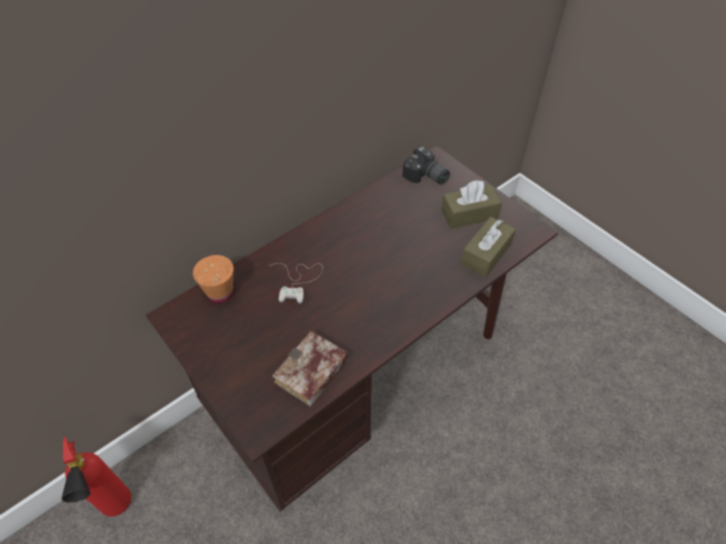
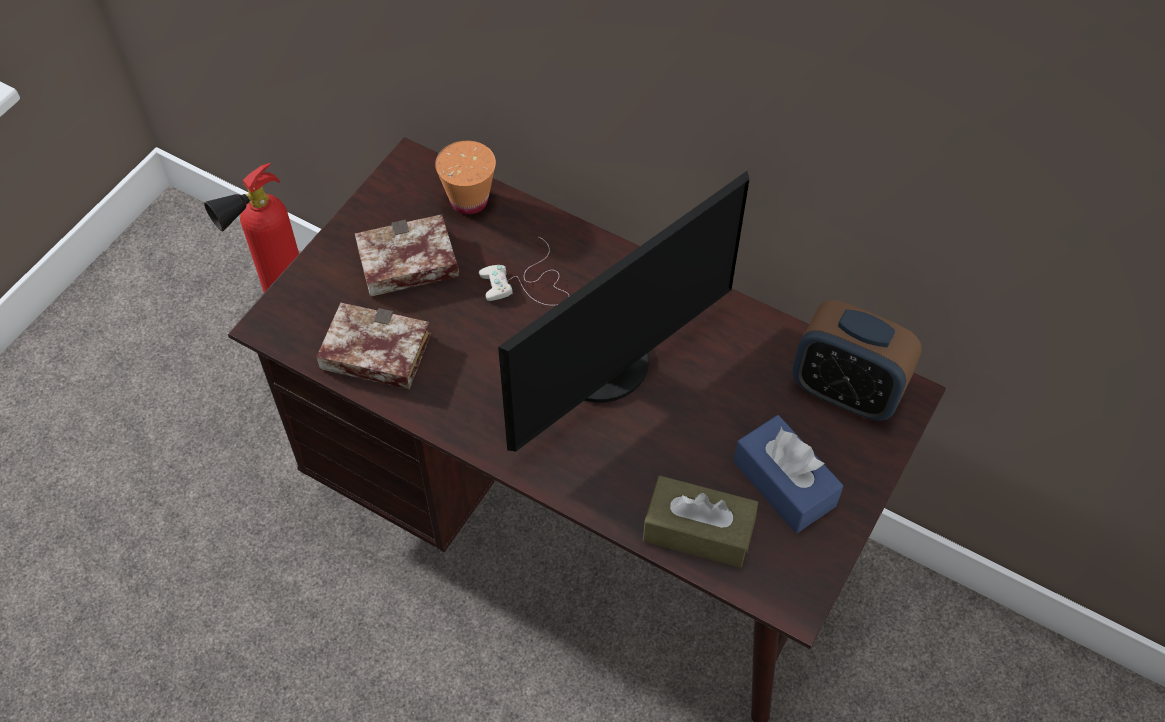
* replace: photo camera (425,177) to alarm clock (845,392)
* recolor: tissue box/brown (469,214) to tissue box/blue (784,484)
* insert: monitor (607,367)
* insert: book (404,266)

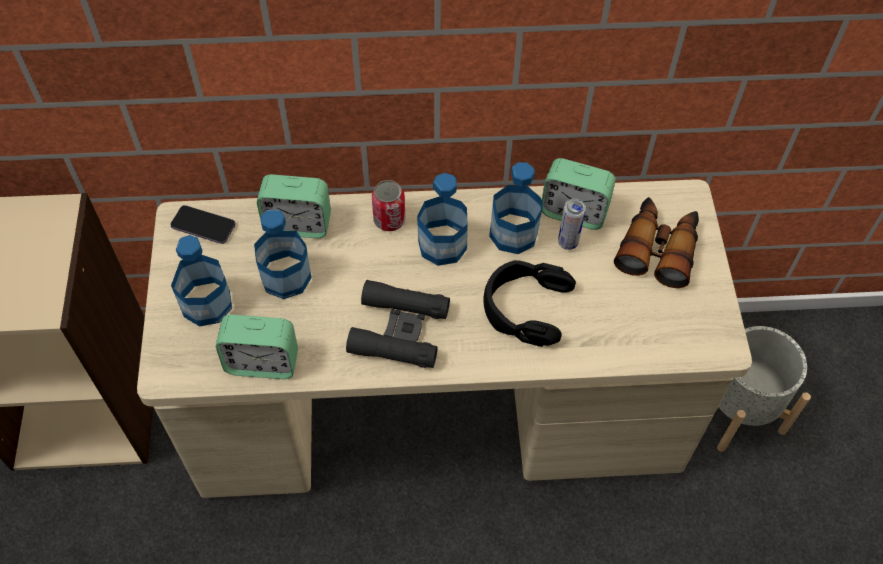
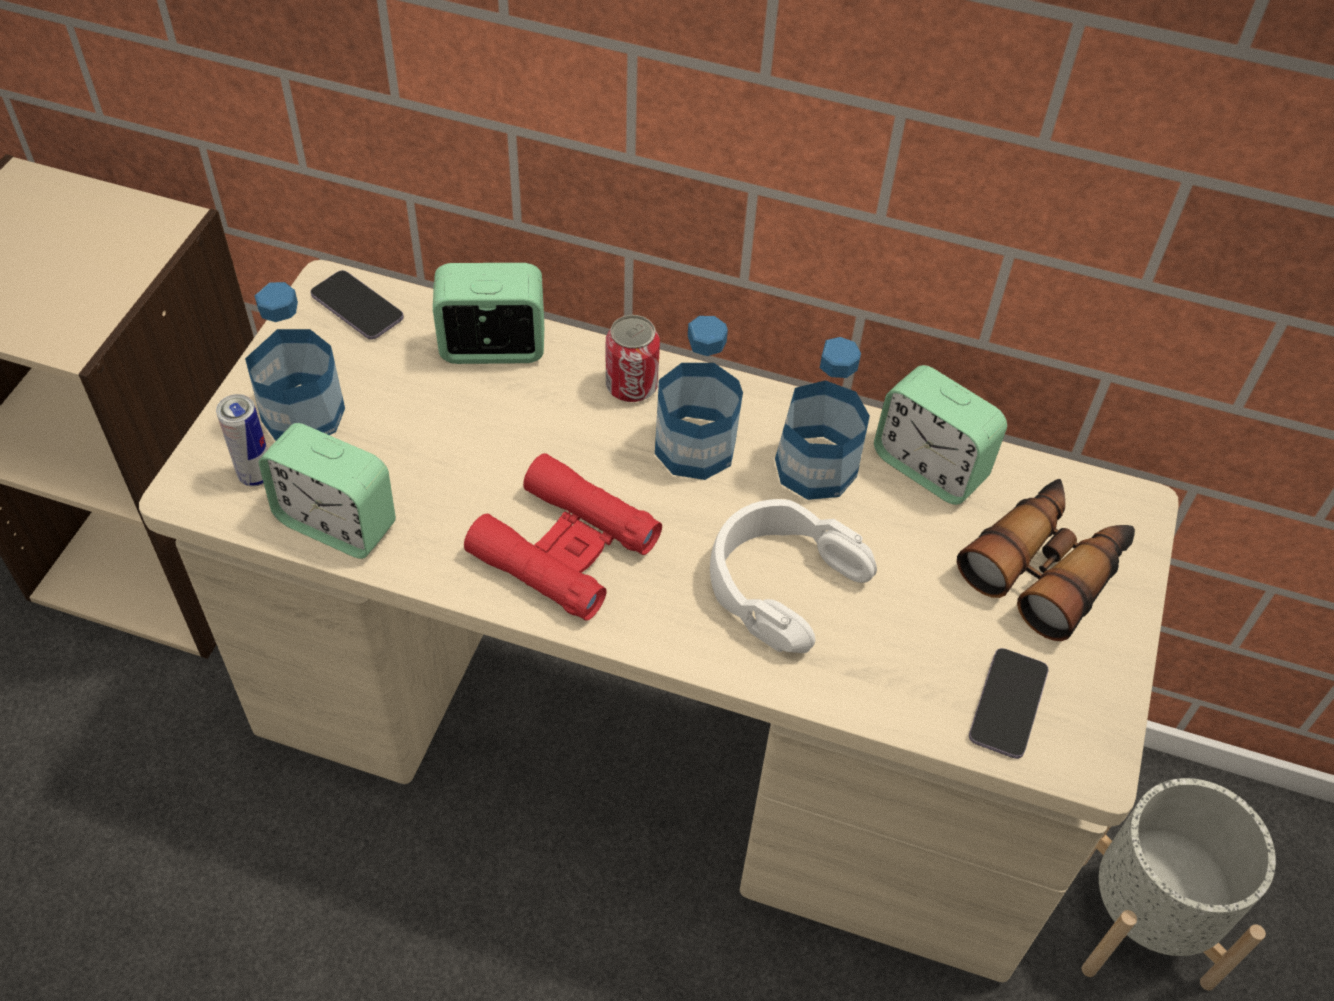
* rotate: alarm clock (298,224) = (493,348) 150 degrees clockwise
* move: can (568,243) to (256,475)
* delete: bottle (286,277)
* recolor: headphones/black (525,307) to headphones/white (780,583)
* recolor: binoculars/black (399,330) to binoculars/red (565,548)
* insert: phone (1007,704)

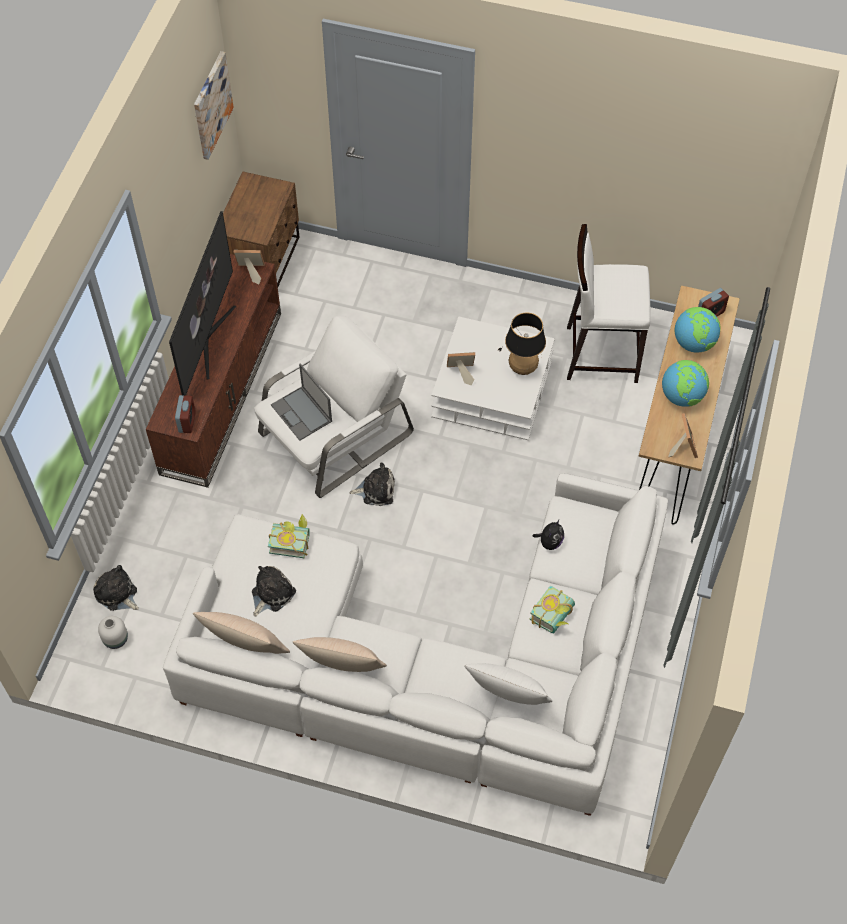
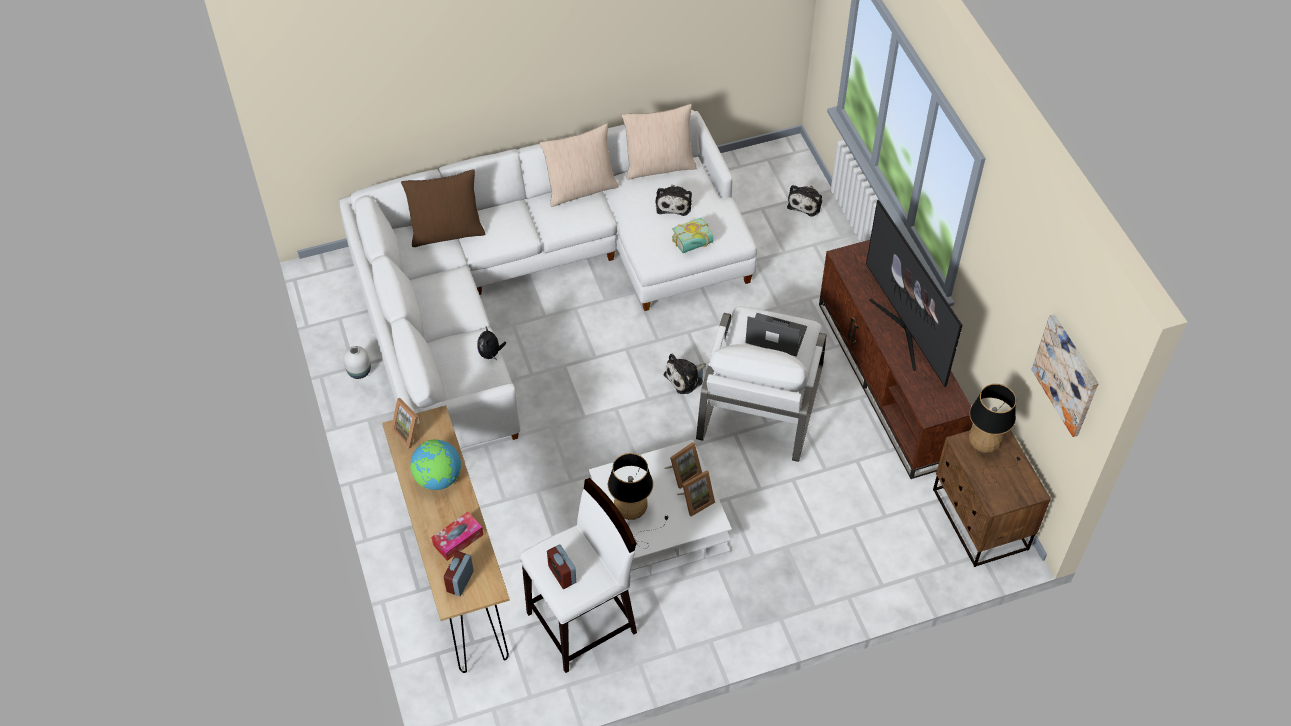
* move: picture frame (250,272) to (695,501)
* replace: globe (694,343) to tissue box (458,540)
* move: alarm clock (187,422) to (562,574)
* rotate: plush toy (117,594) = (806,203) 105 degrees clockwise
* delete: book (555,617)
* move: vase/white (115,638) to (360,371)
* recolor: pillow/white (507,699) to pillow/brown (447,232)
* insert: table lamp (985,450)

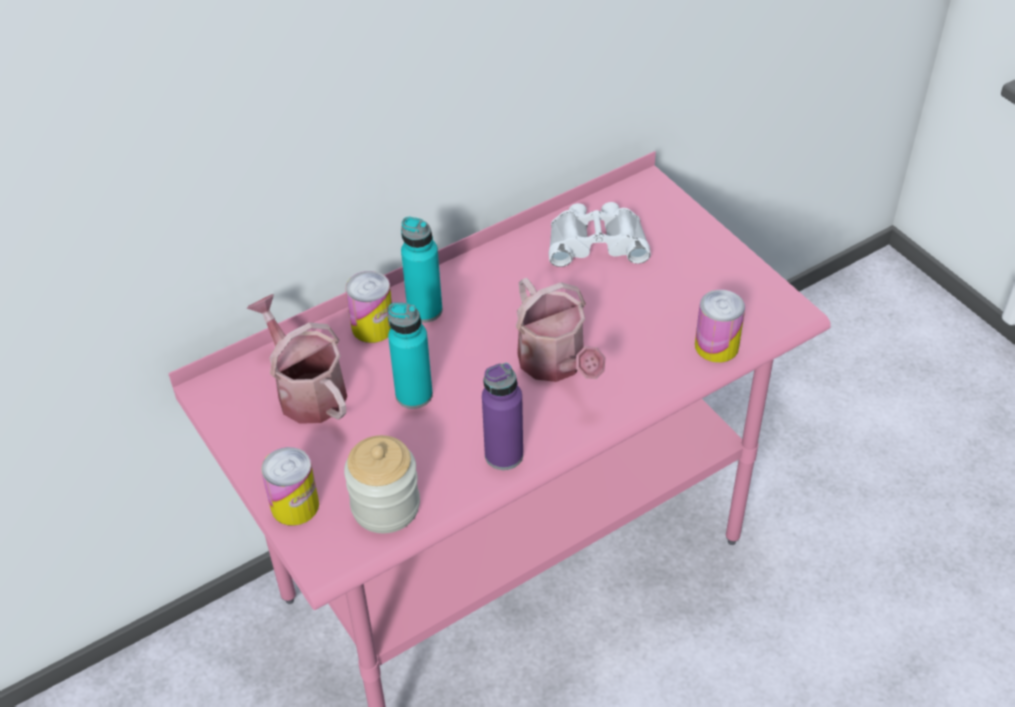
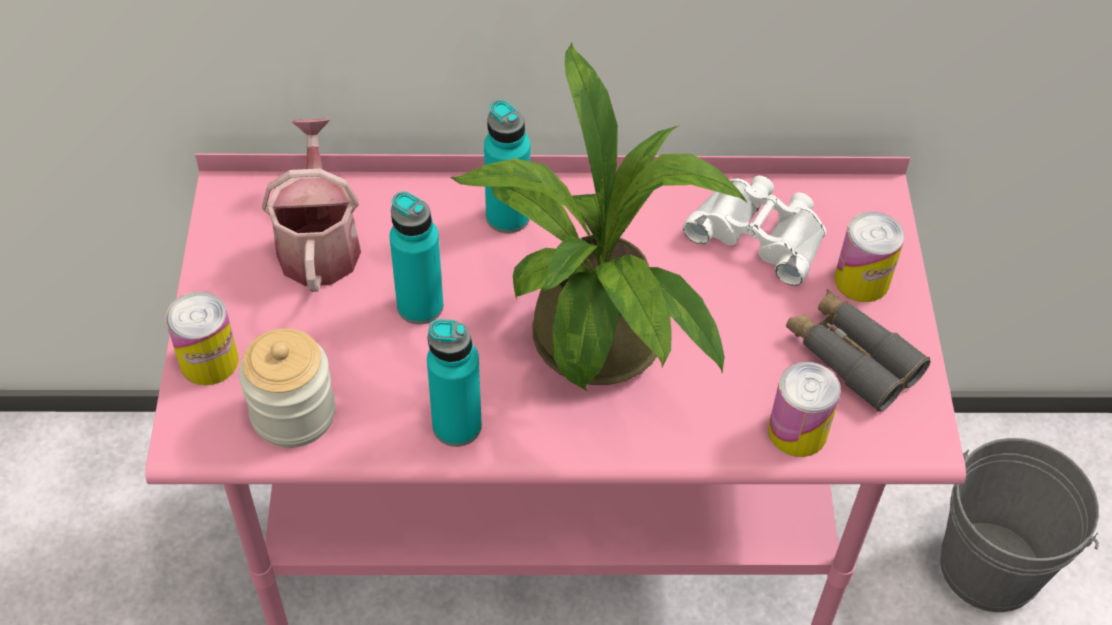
* move: can (373,327) to (862,280)
* replace: watering can (556,364) to potted plant (596,353)
* recolor: bottle/purple (504,455) to bottle/turquoise (457,426)
* insert: binoculars/grey (851,357)
* insert: bucket/grey (989,566)

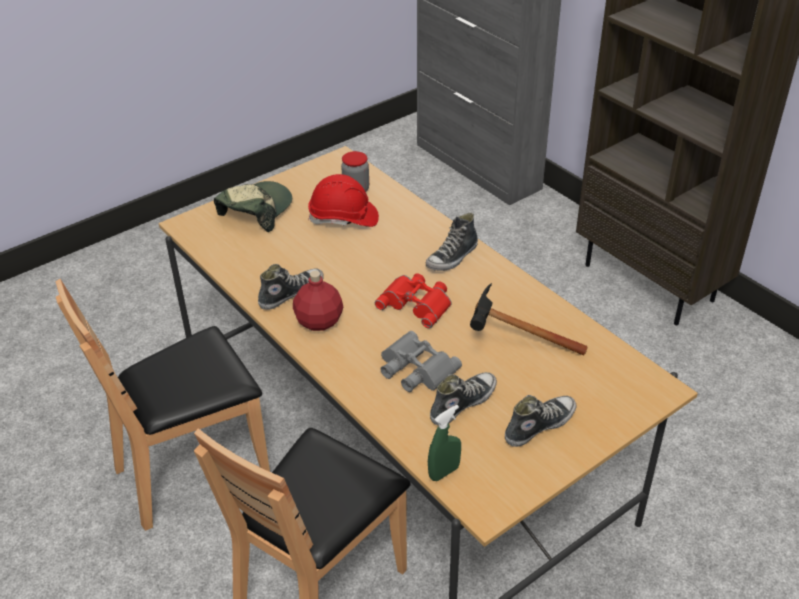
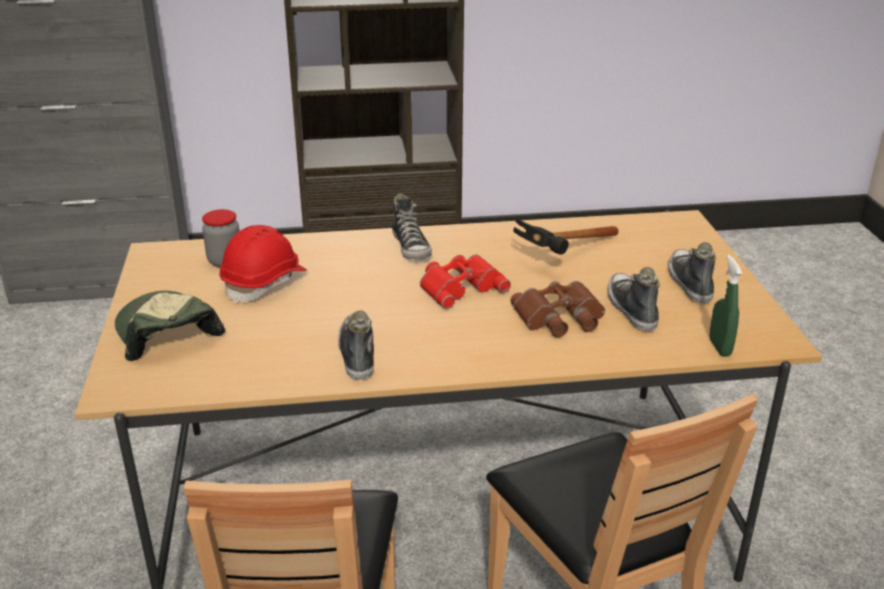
* delete: bottle/red (319,321)
* recolor: binoculars/grey (415,369) to binoculars/brown (560,317)

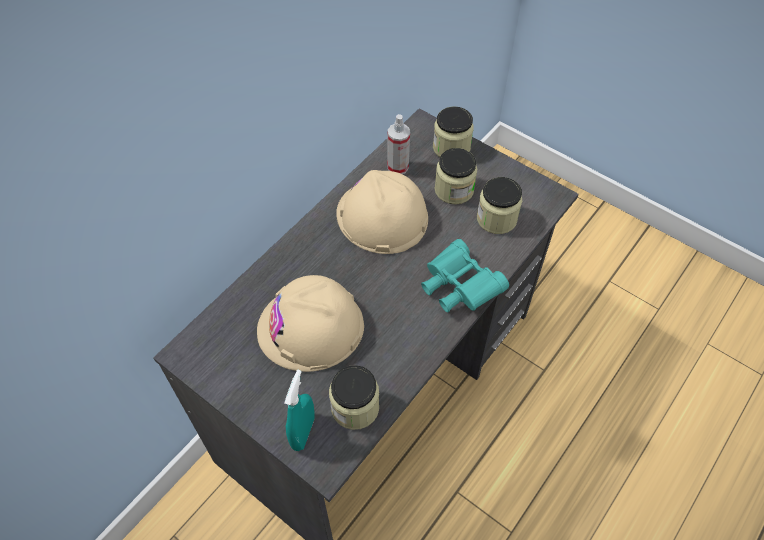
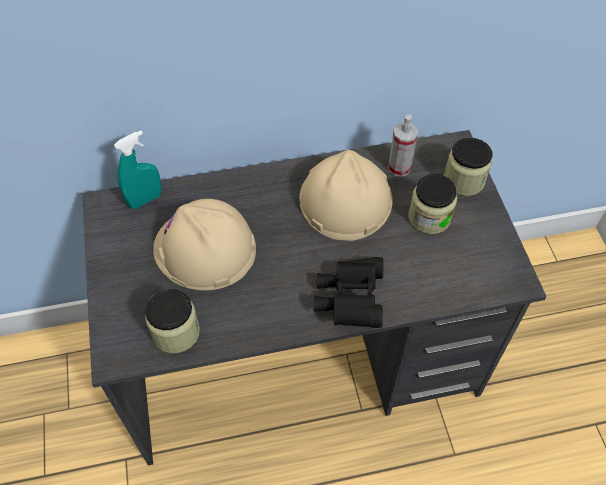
* delete: jar (496,218)
* recolor: binoculars/turquoise (458,287) to binoculars/black (350,300)
* move: spray bottle/turquoise (303,432) to (145,200)

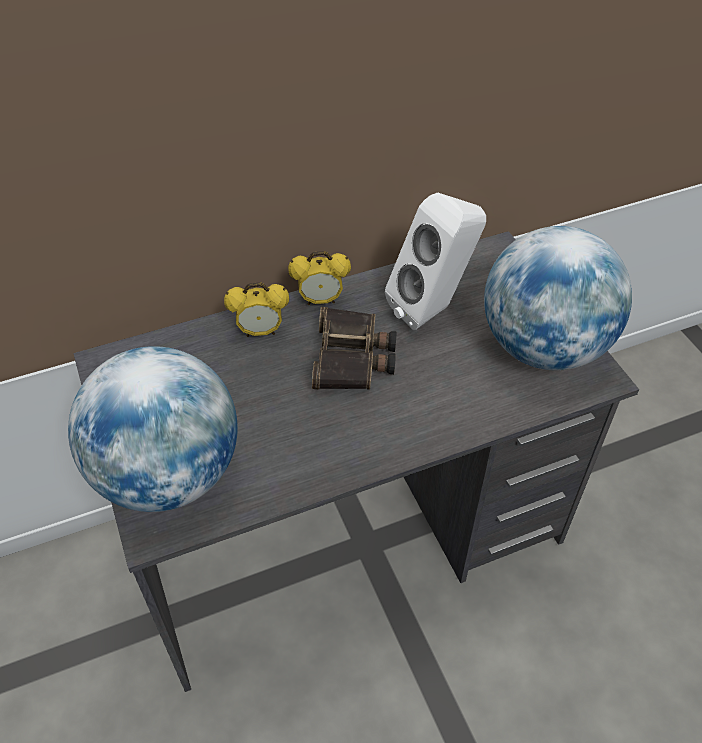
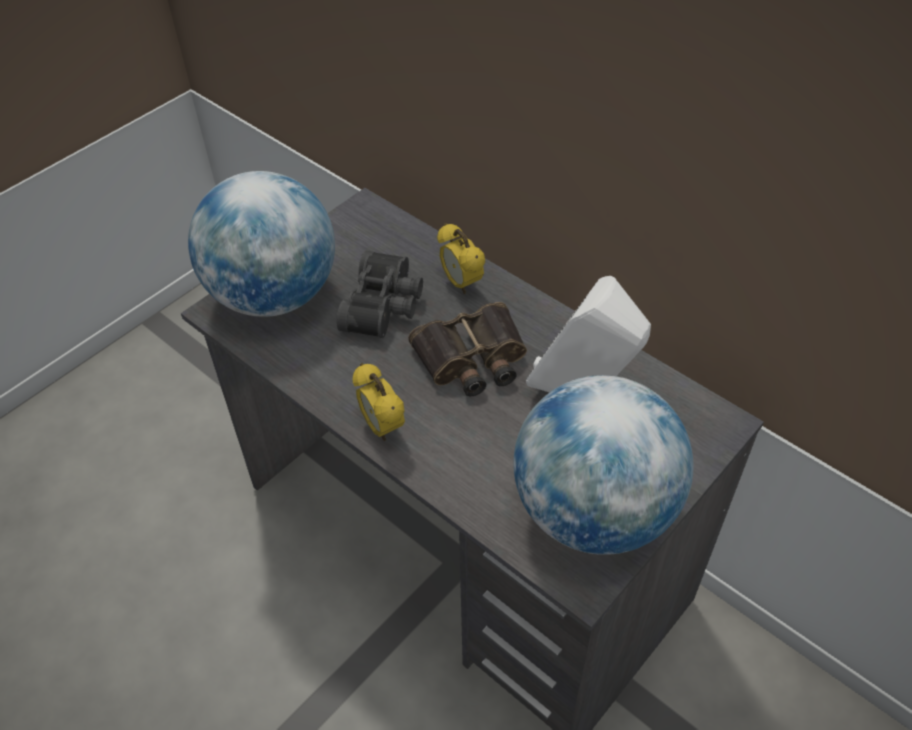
* move: alarm clock (320,300) to (382,427)
* insert: binoculars/black (385,305)

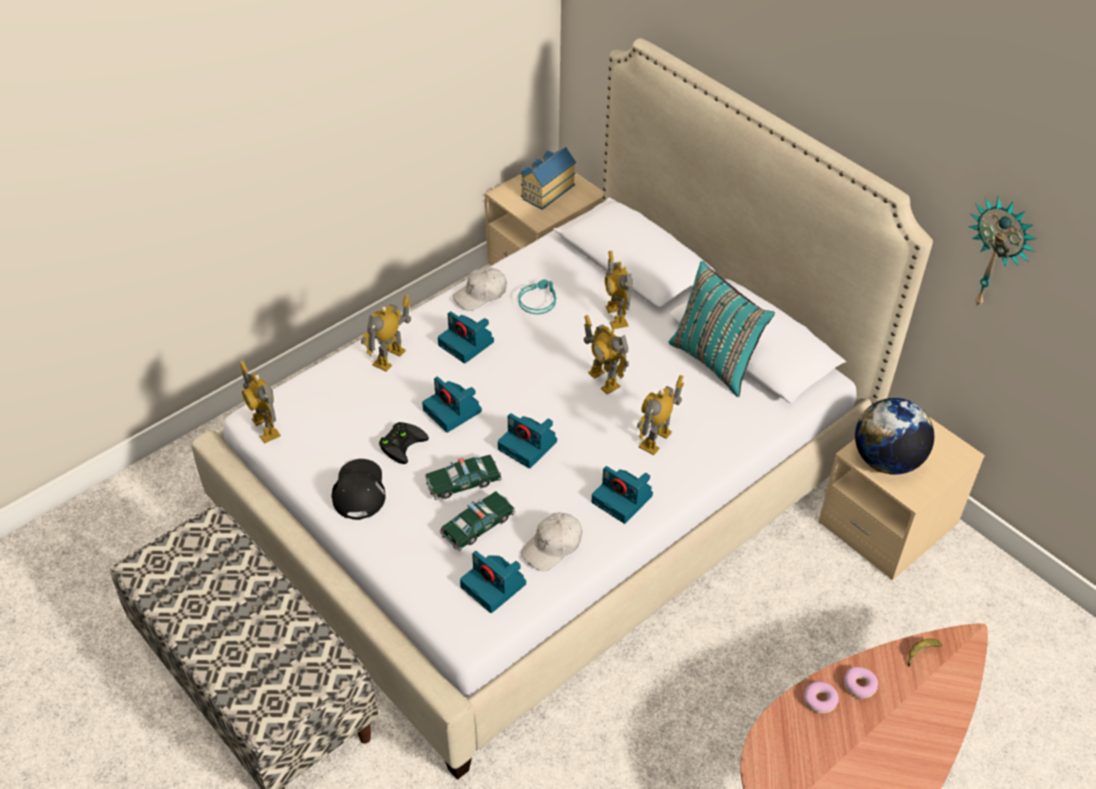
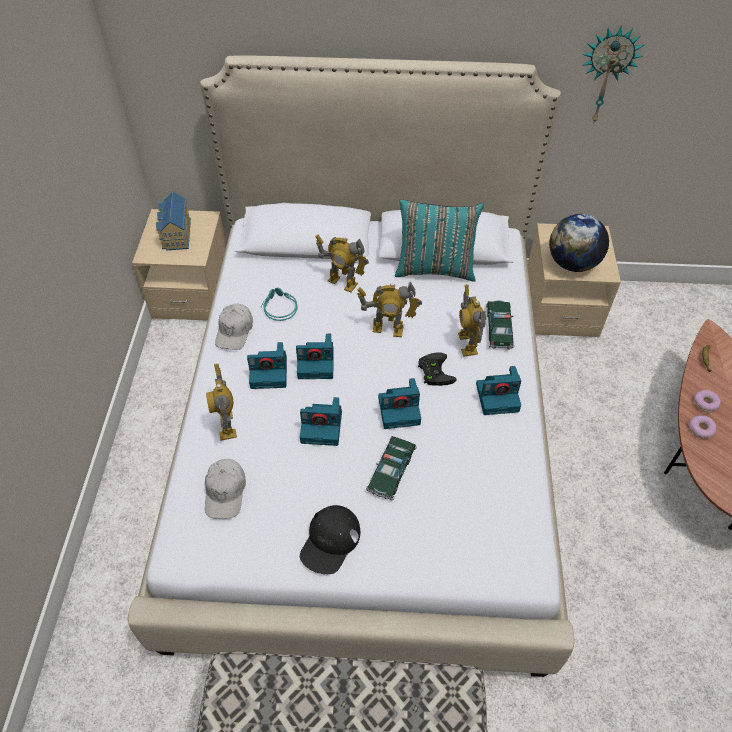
* delete: toy robot (265,428)
* move: game controller/black (402,443) to (434,371)
* rotate: cap/black (359,490) = (330,541) 105 degrees counterclockwise
* move: toy car (478,525) to (498,328)
* move: cap/white (552,546) to (225,492)
* move: photo camera (495,586) to (317,363)

